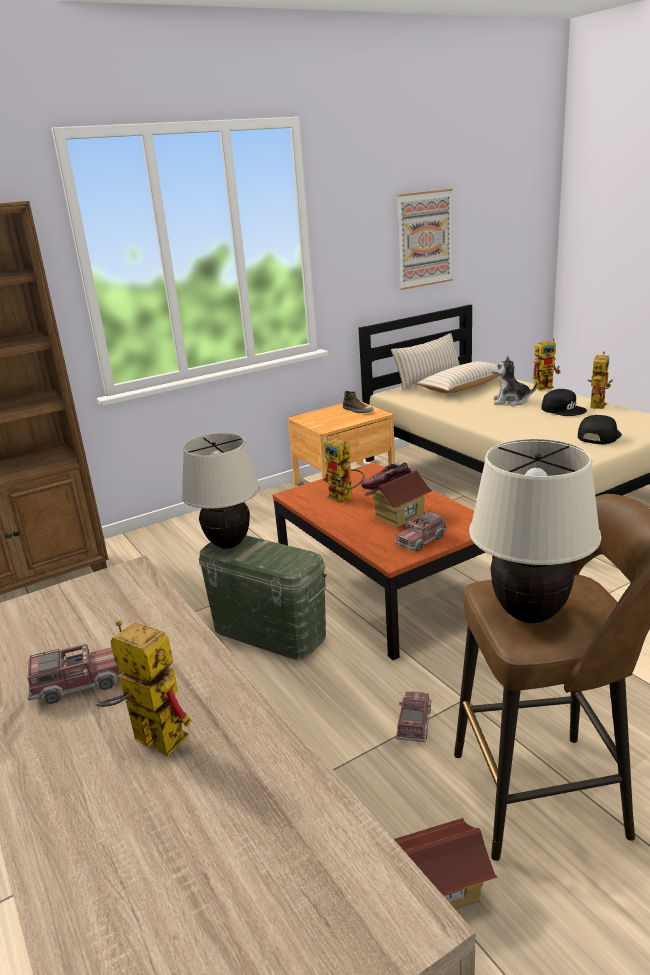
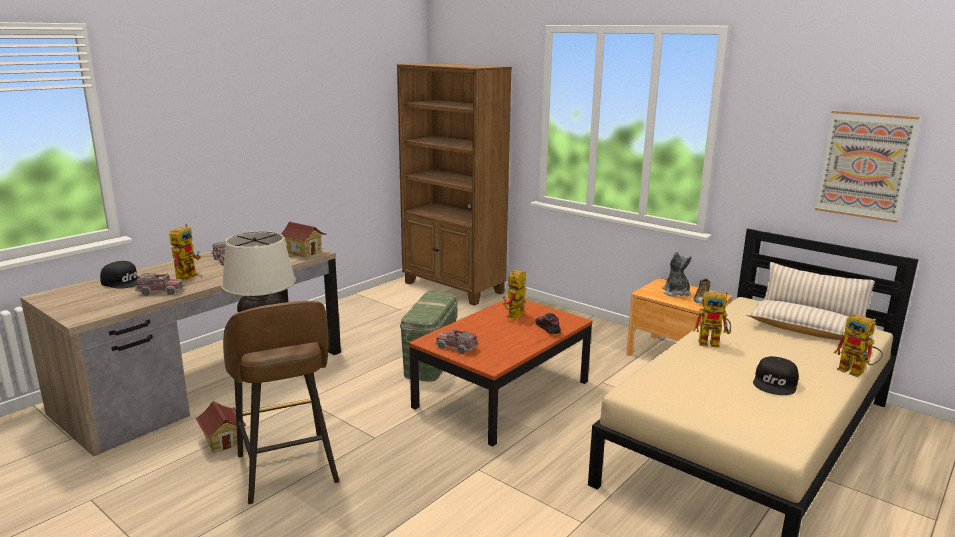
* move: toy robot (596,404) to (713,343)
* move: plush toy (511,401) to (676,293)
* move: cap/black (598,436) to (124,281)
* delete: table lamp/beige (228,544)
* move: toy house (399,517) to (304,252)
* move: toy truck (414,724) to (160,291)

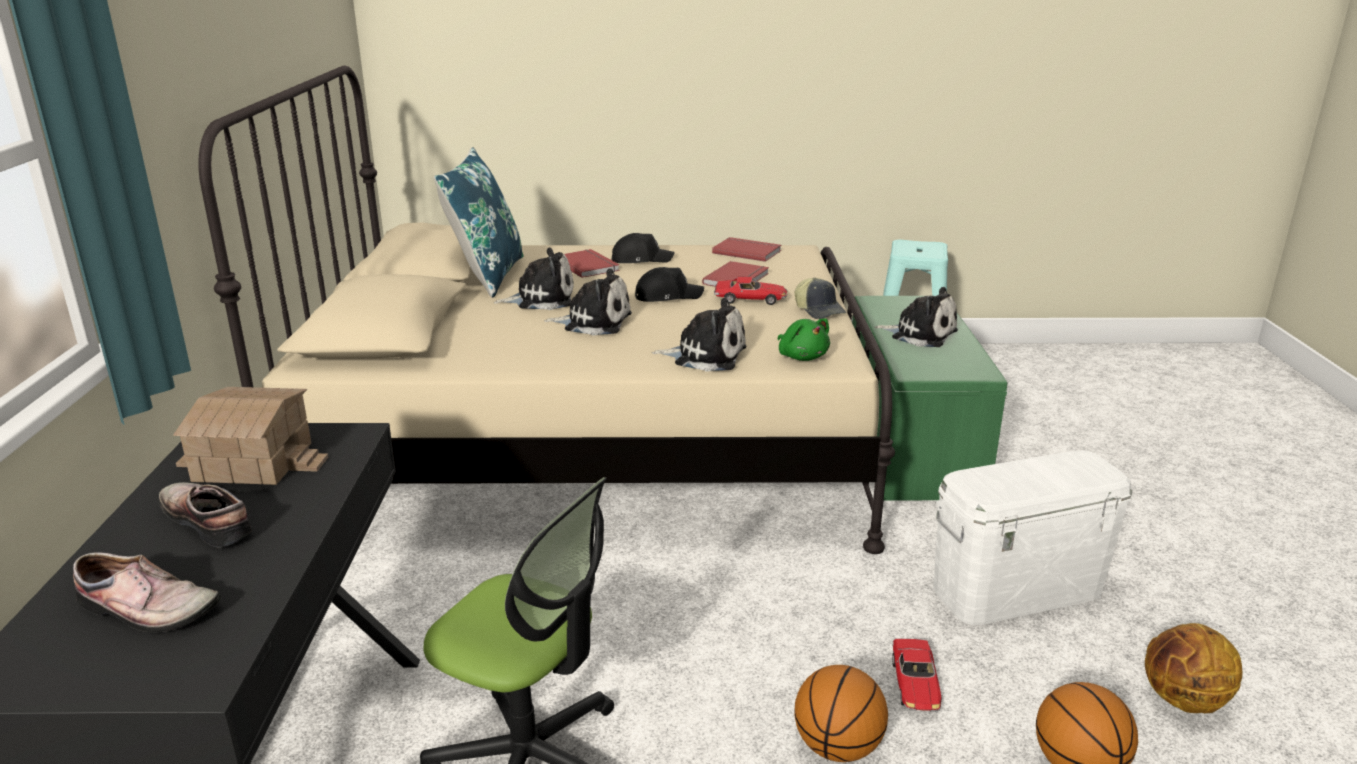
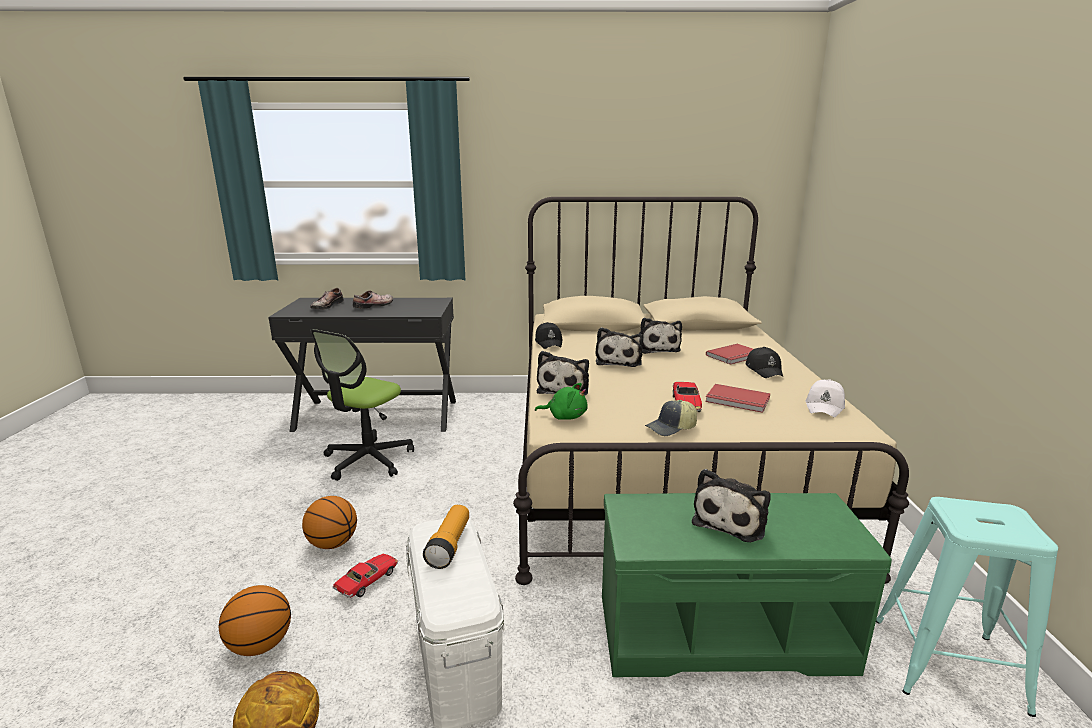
* delete: pillow/blue (486,276)
* replace: book/red (747,251) to cap/white (825,406)
* move: cap/black (667,296) to (549,342)
* rotate: plush toy/green (802,357) = (565,416) 135 degrees counterclockwise
* delete: toy house (254,461)
* rotate: toy car (915,684) = (368,581) 120 degrees clockwise
* insert: flashlight (449,545)

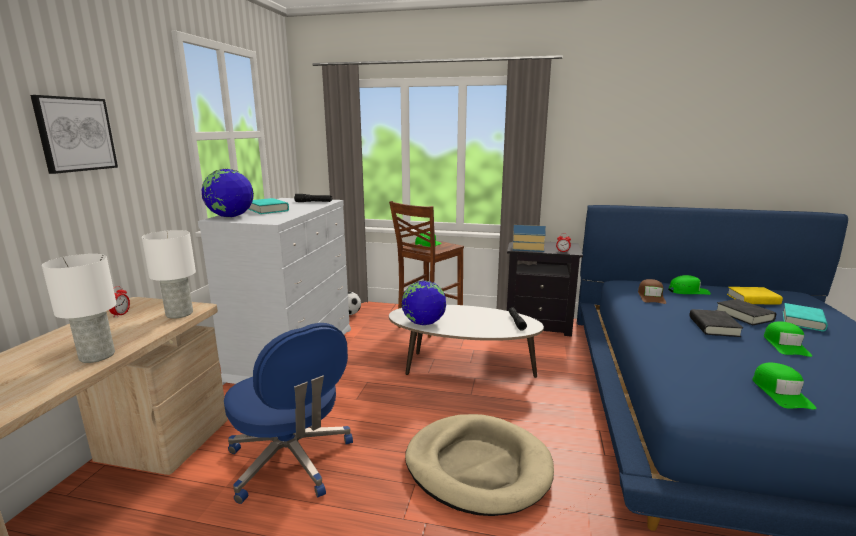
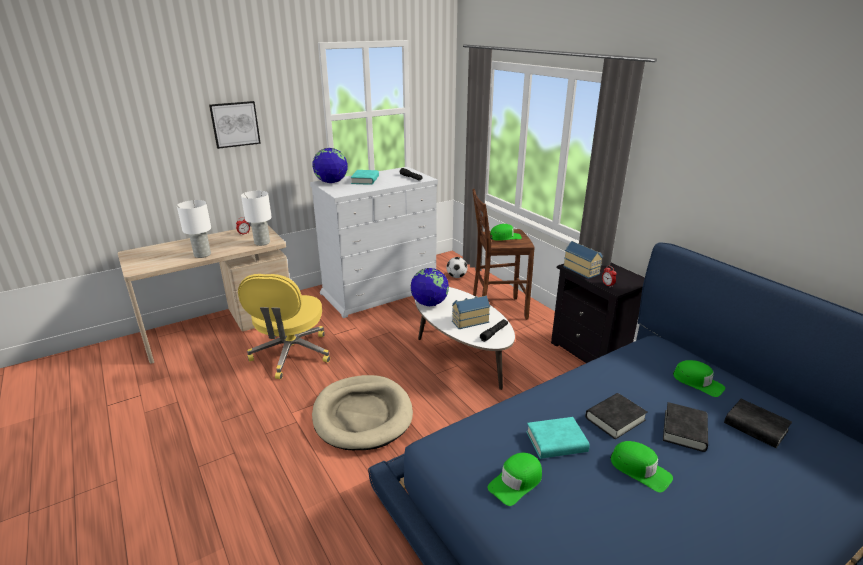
* delete: cap/brown (651,297)
* recolor: book/yellow (753,299) to book/black (755,427)
* move: book/turquoise (803,321) to (556,442)
* rotate: cap/green (785,345) = (640,470) 105 degrees counterclockwise
* recolor: office chair/blue (291,461) to office chair/yellow (291,355)
* insert: toy house (469,321)

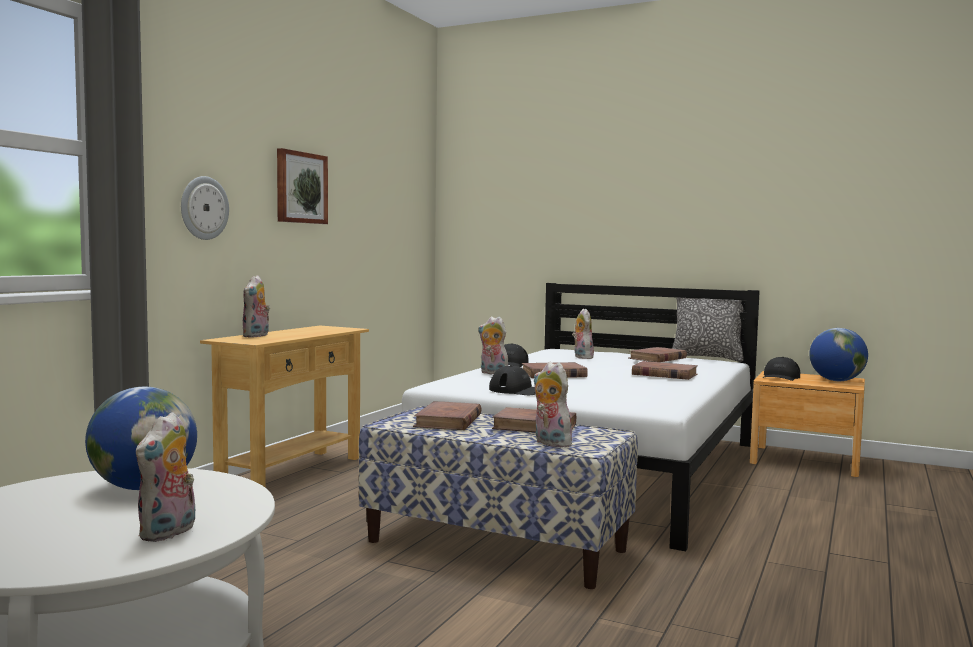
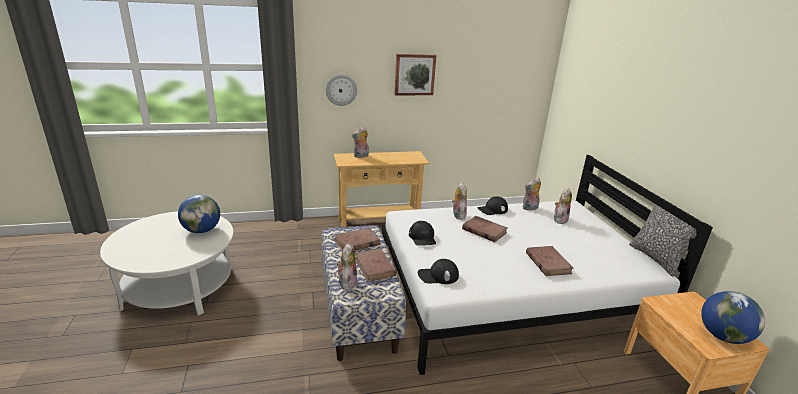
* delete: book/brown (657,358)
* move: cap/black (780,377) to (438,275)
* move: plush toy (169,533) to (530,208)

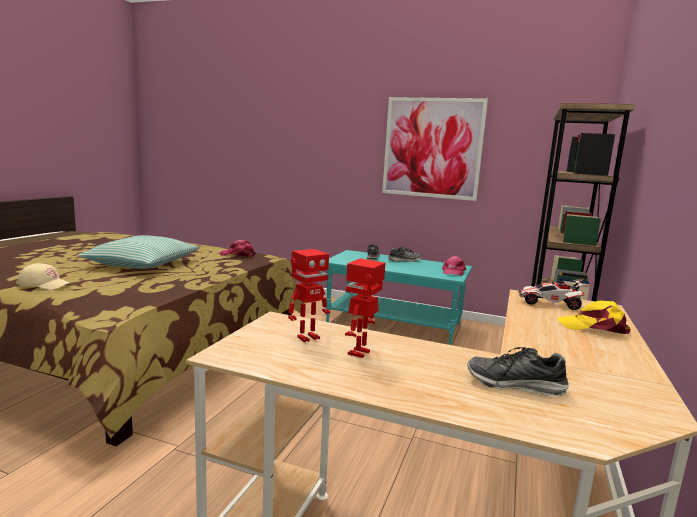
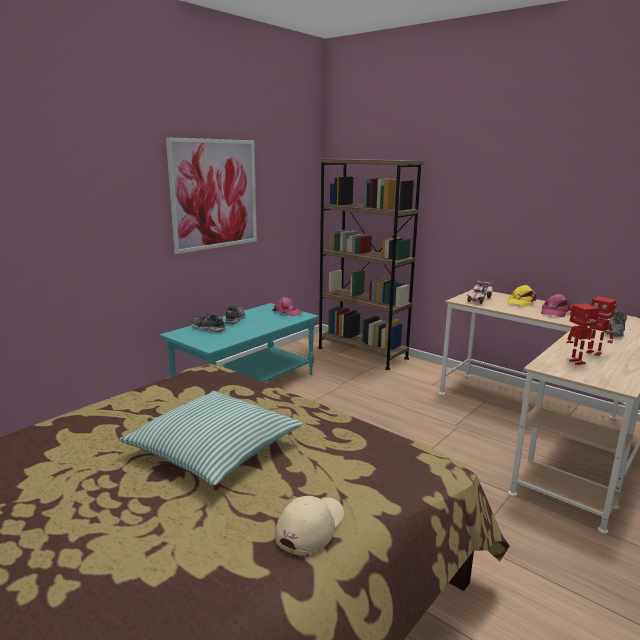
* move: cap/pink (238,255) to (554,312)

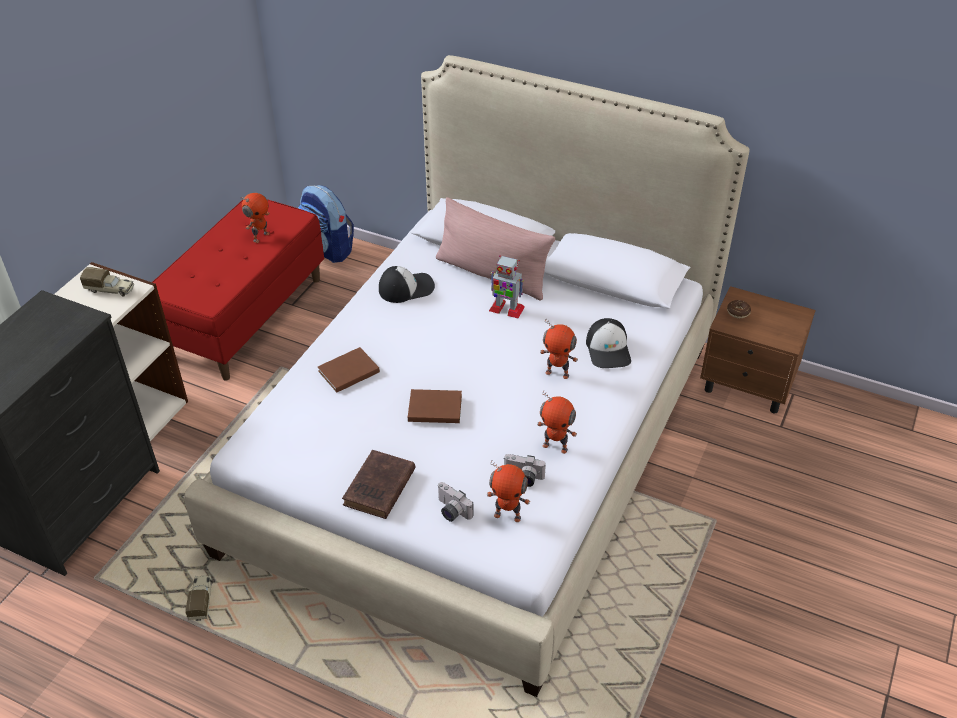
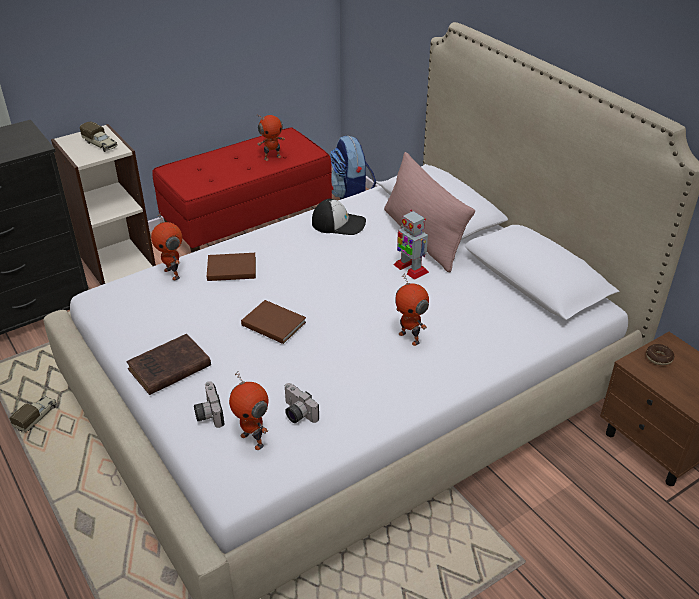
* delete: cap (608,349)
* move: toy robot (555,446) to (173,273)

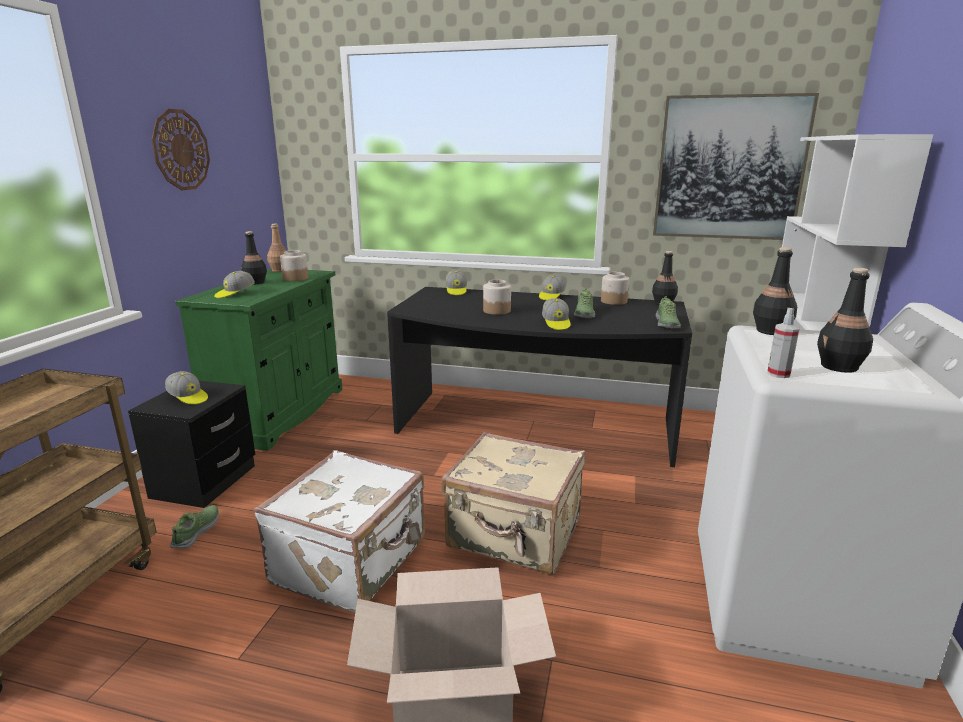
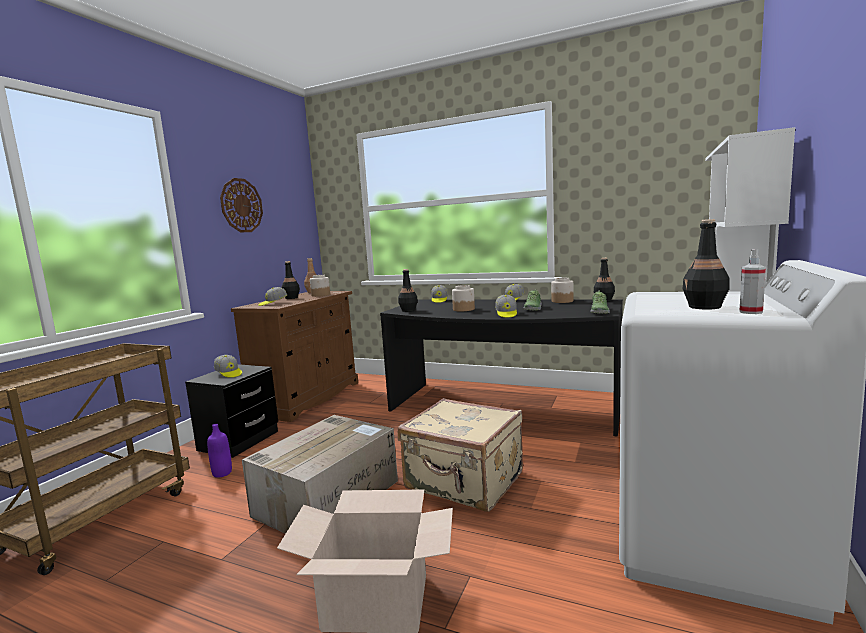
* delete: picture (729,168)
* move: bottle/black (771,331) to (408,310)
* recolor: cabinet/green (279,413) to cabinet/brown (307,398)
* move: spray bottle (778,374) to (751,312)
* replace: suitcase/white (352,562) to cardboard box (328,497)
* replace: shoe (197,532) to bottle/purple (222,473)

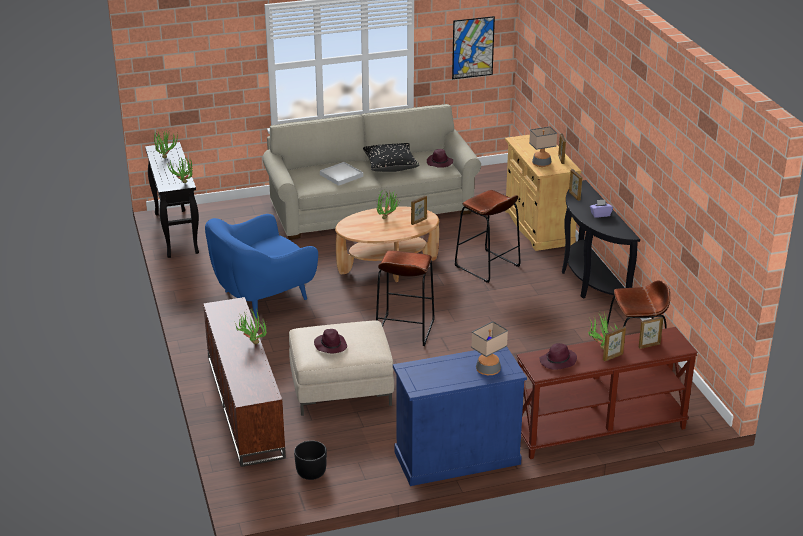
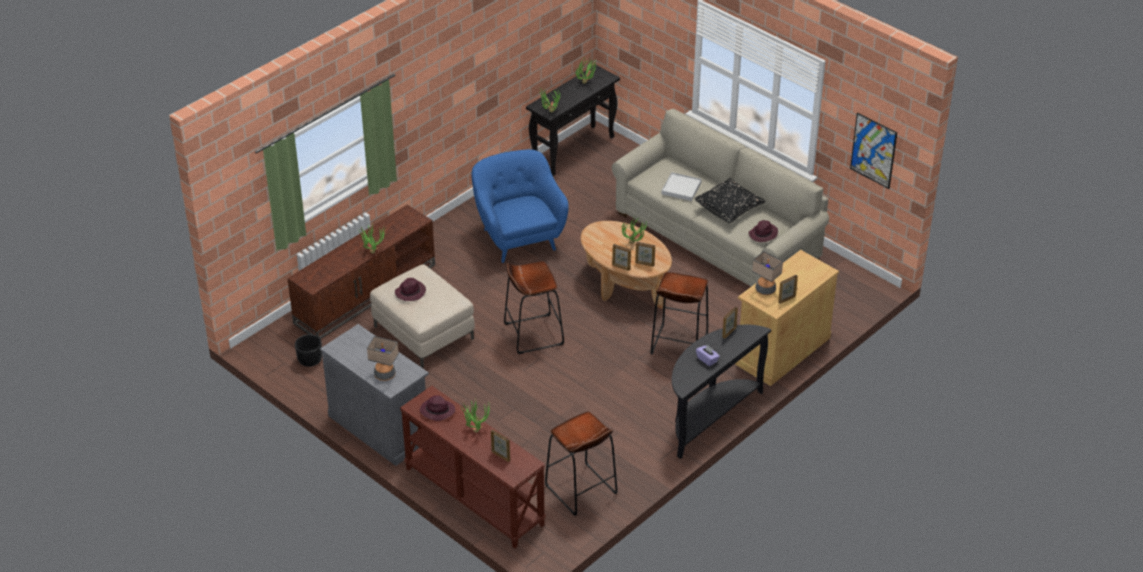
* rotate: armchair/blue (263,296) = (518,237) 45 degrees clockwise
* move: picture frame (613,357) to (621,267)
* recolor: cabinet/blue (457,458) to cabinet/grey (379,428)

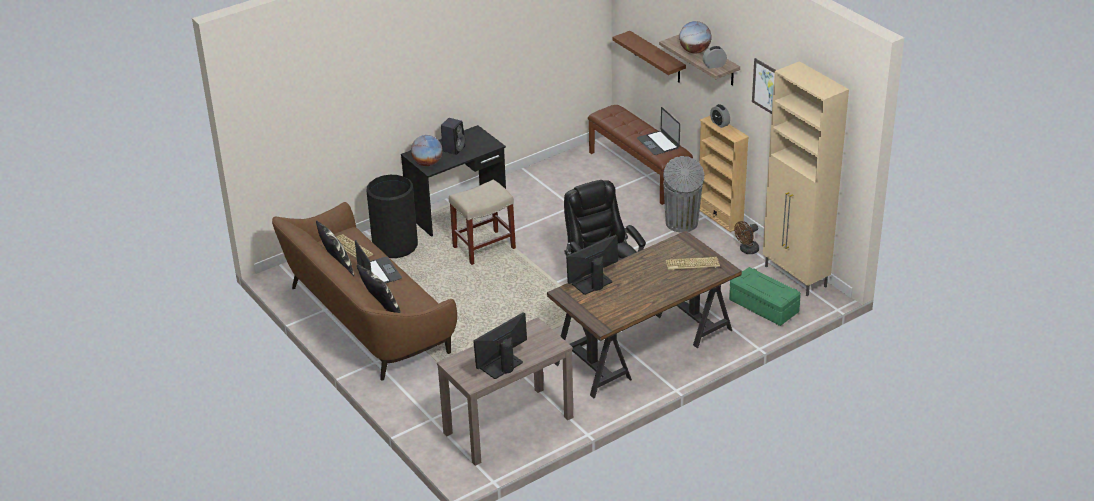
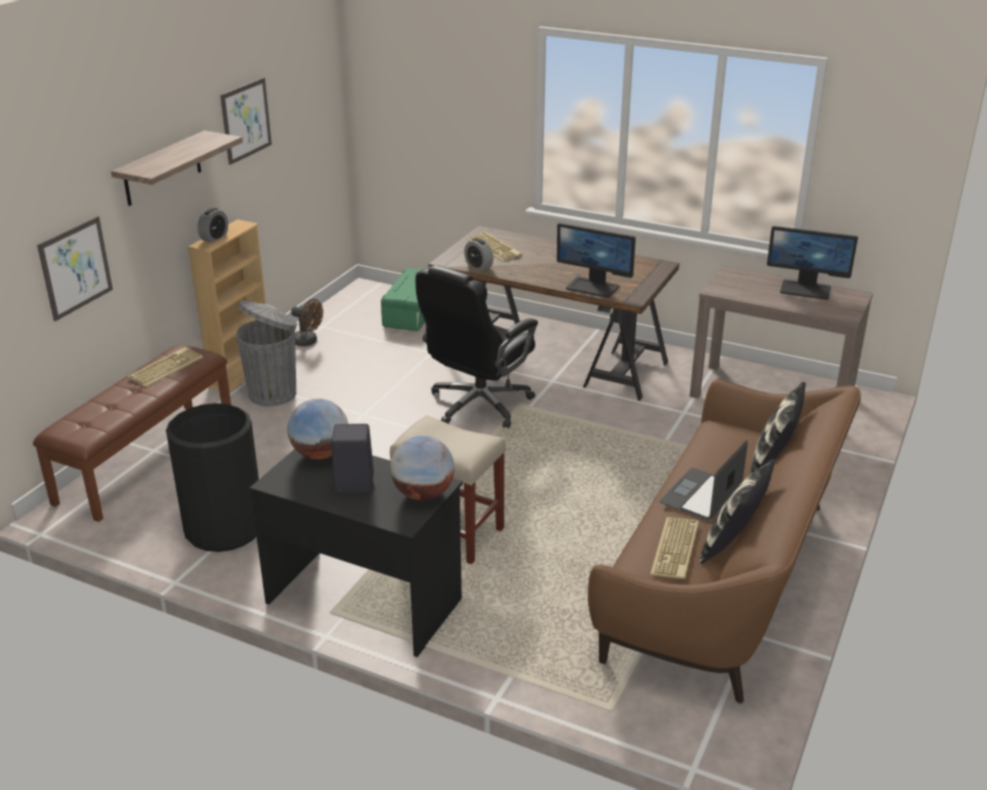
* move: globe (695,51) to (320,454)
* replace: shelf/brown (657,58) to picture (75,268)
* move: alarm clock (714,65) to (478,266)
* delete: cabinet/beige (795,277)
* replace: laptop (658,143) to keyboard (165,367)
* move: trash can/black (395,246) to (224,528)

